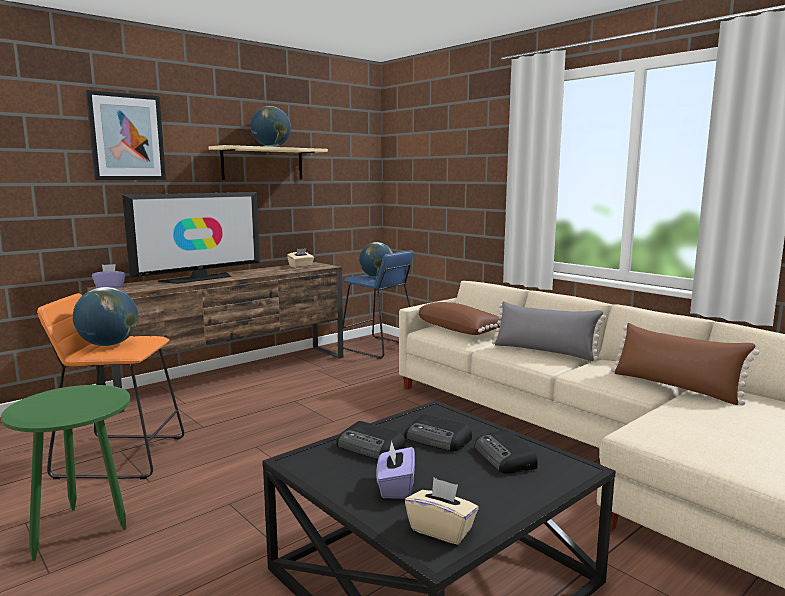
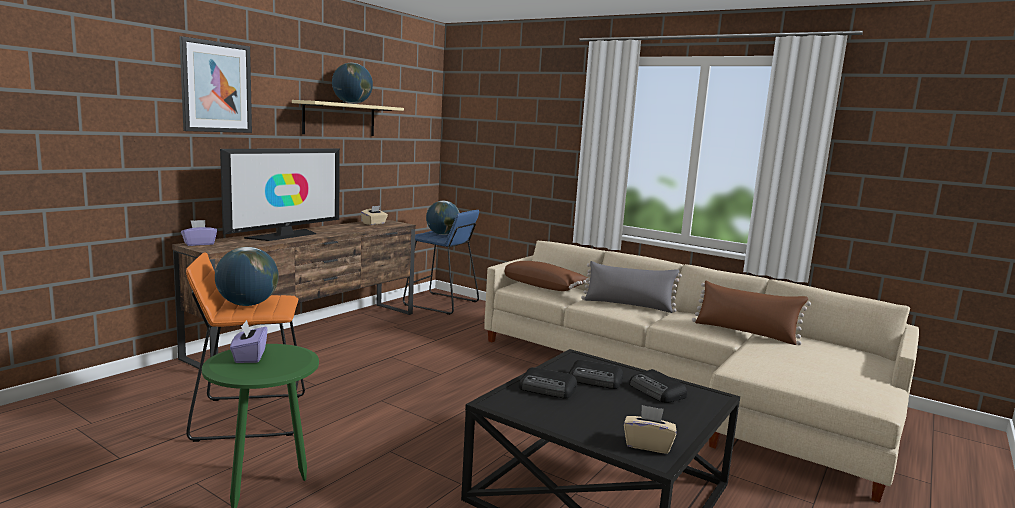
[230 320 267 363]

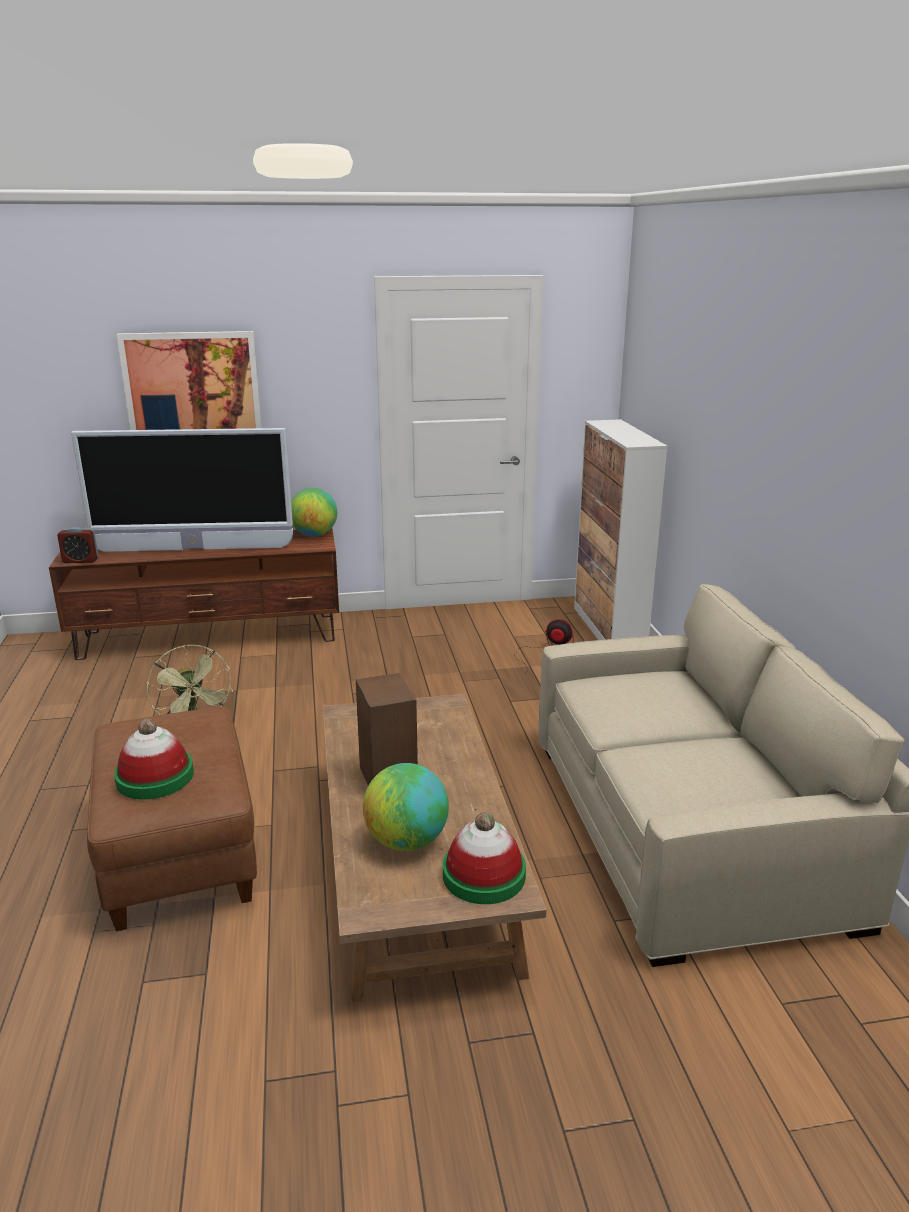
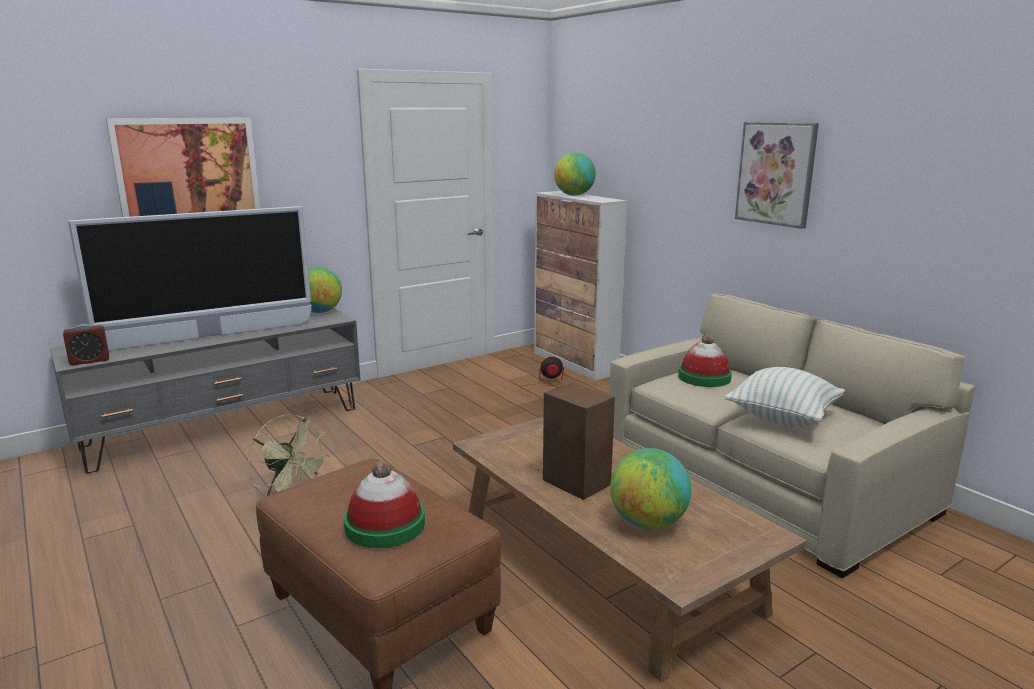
[50 308 361 474]
[678 334 732 387]
[735 122 819 229]
[554 153 596 196]
[725 367 845 427]

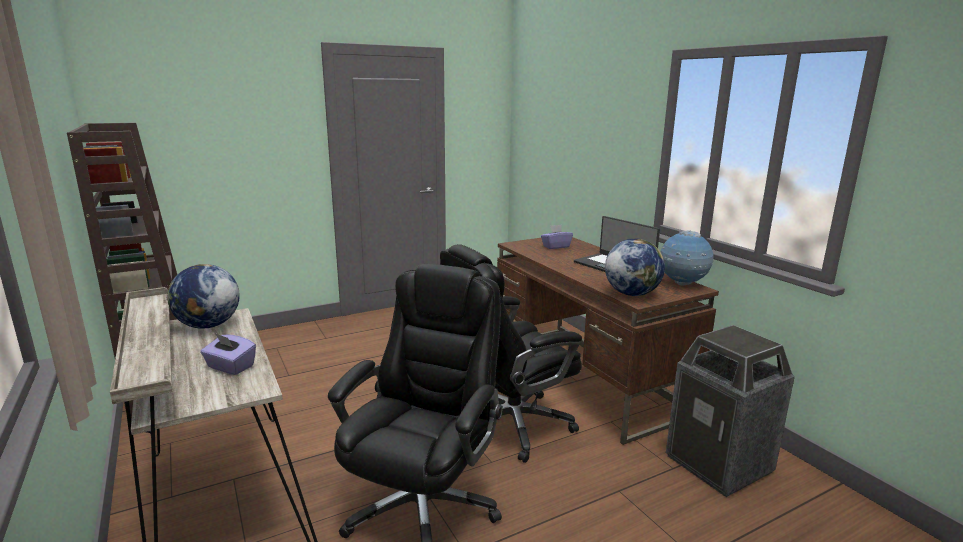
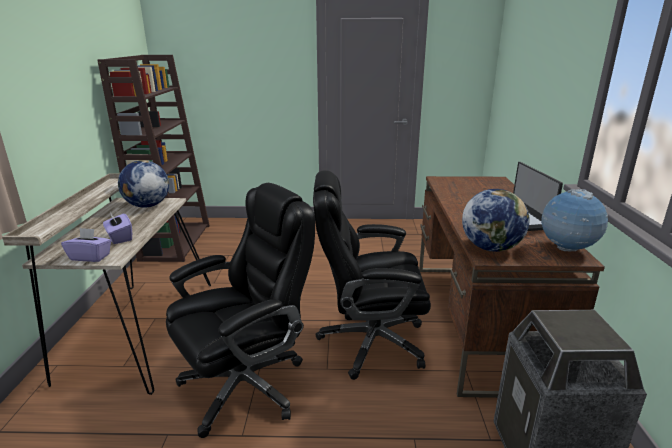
[61 228 112 262]

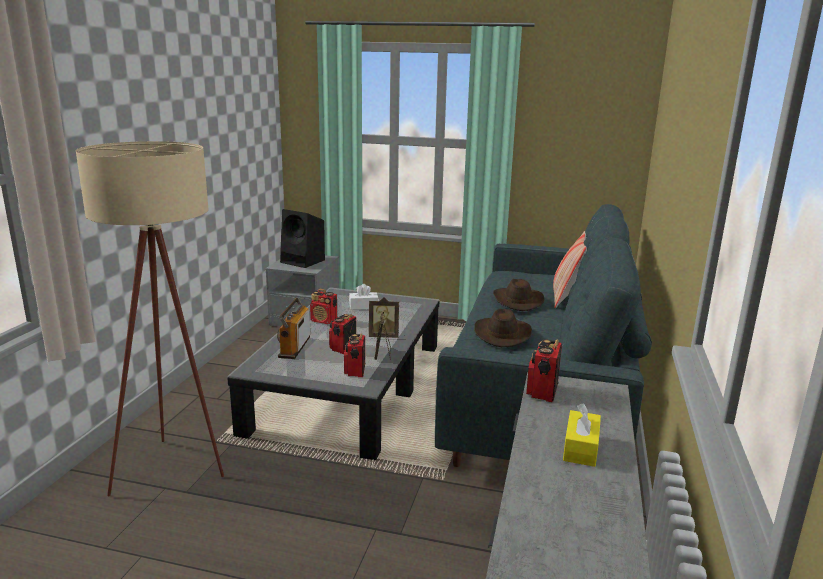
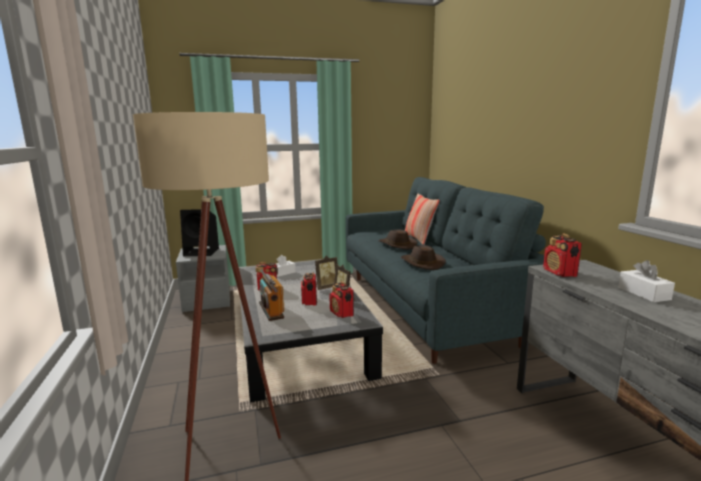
[618 260 675 302]

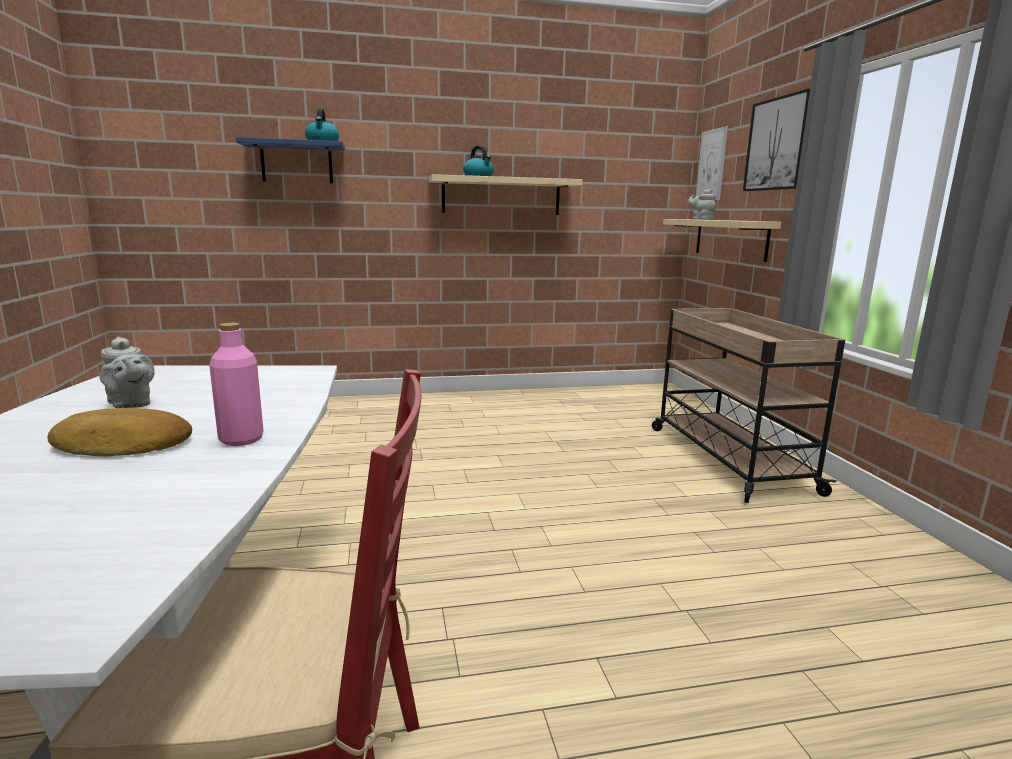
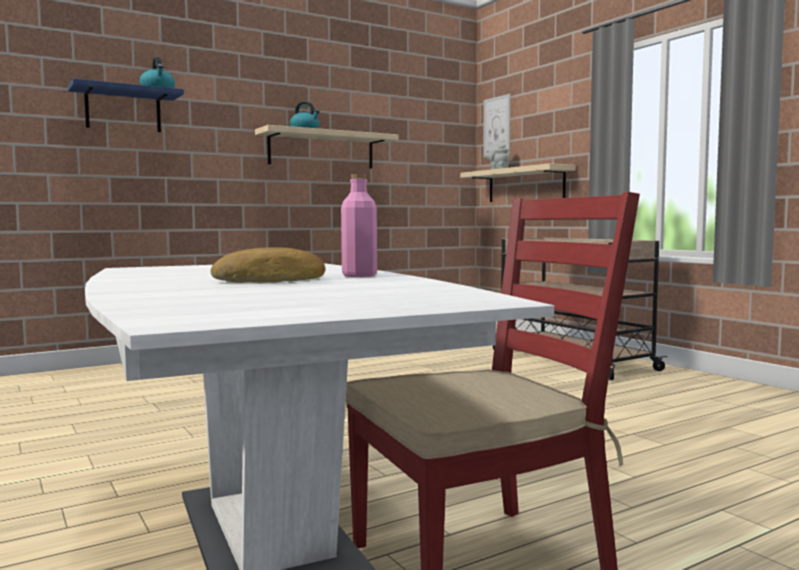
[743 88 810 191] (first image)
[100 337 155 408] (first image)

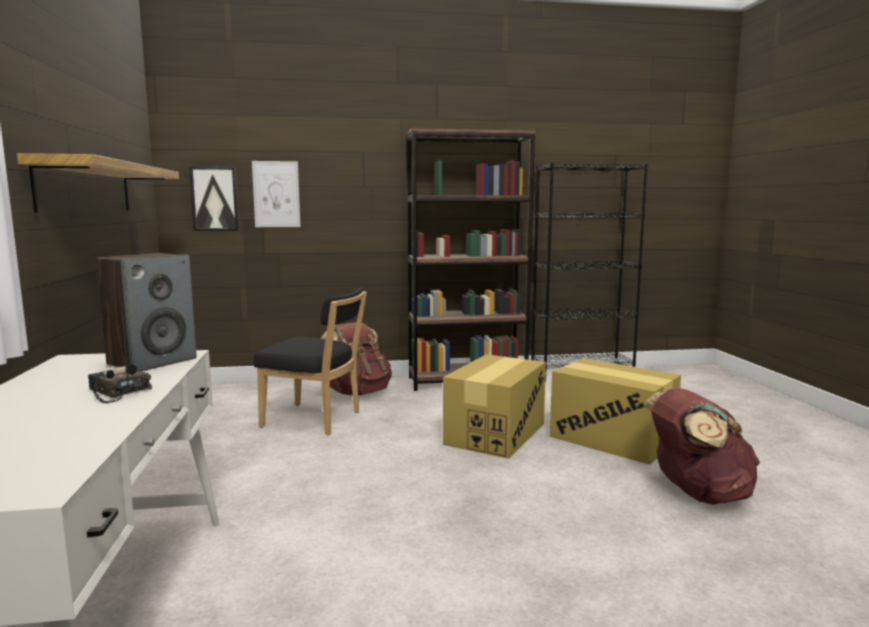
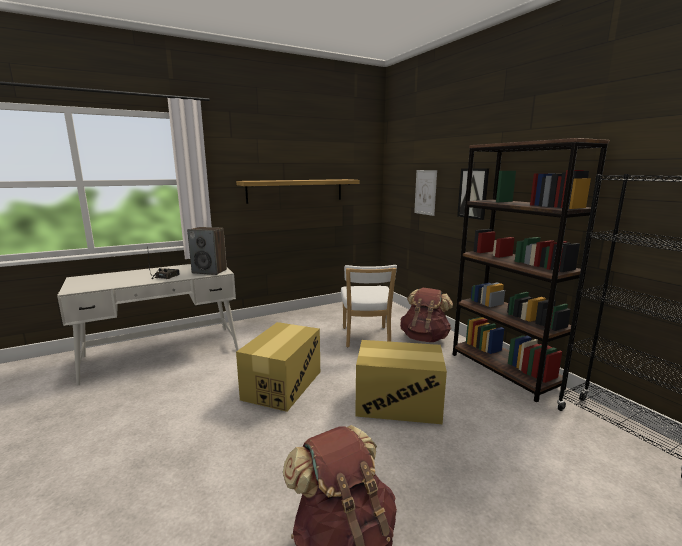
[457 169 489 220]
[341 265 397 347]
[236 322 320 412]

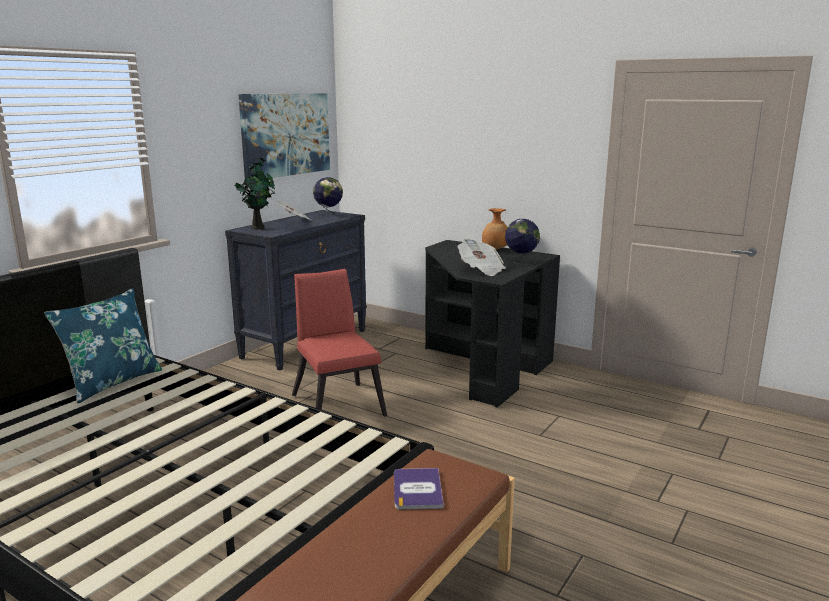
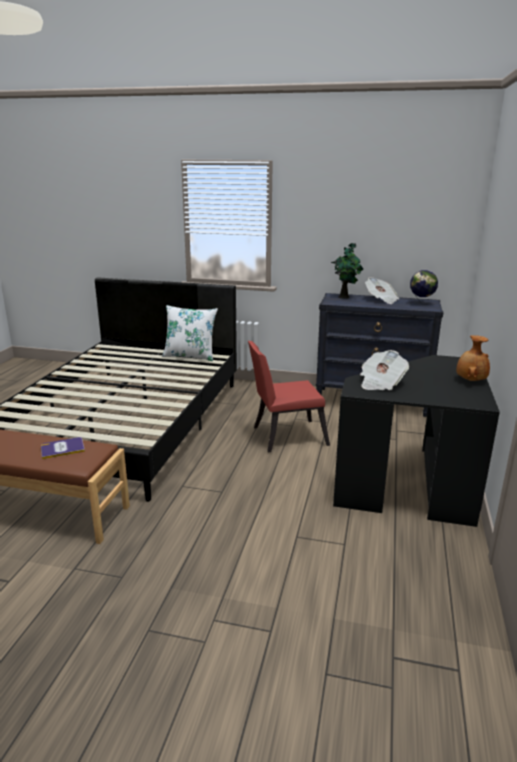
[238 94 330 180] (first image)
[505 219 540 265] (first image)
[248 341 330 452]
[162 305 218 361]

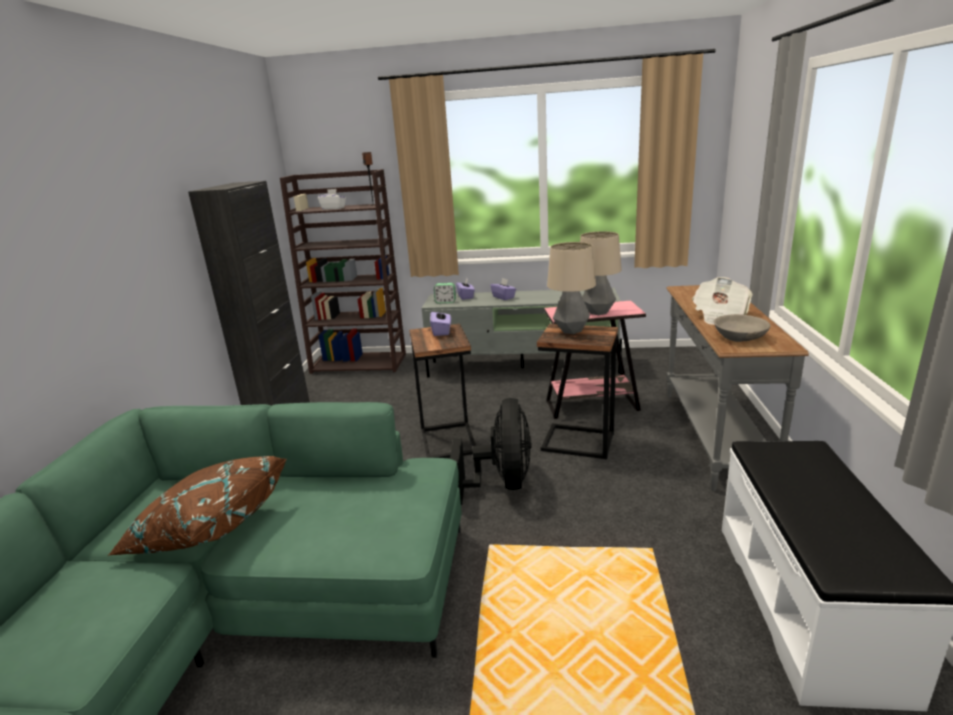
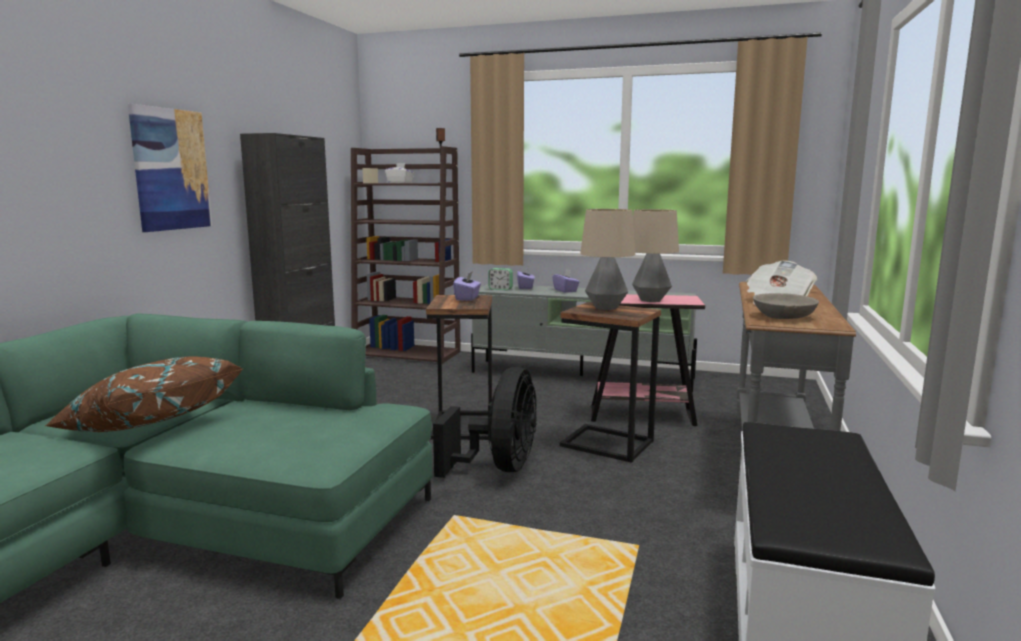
[128 104 212 232]

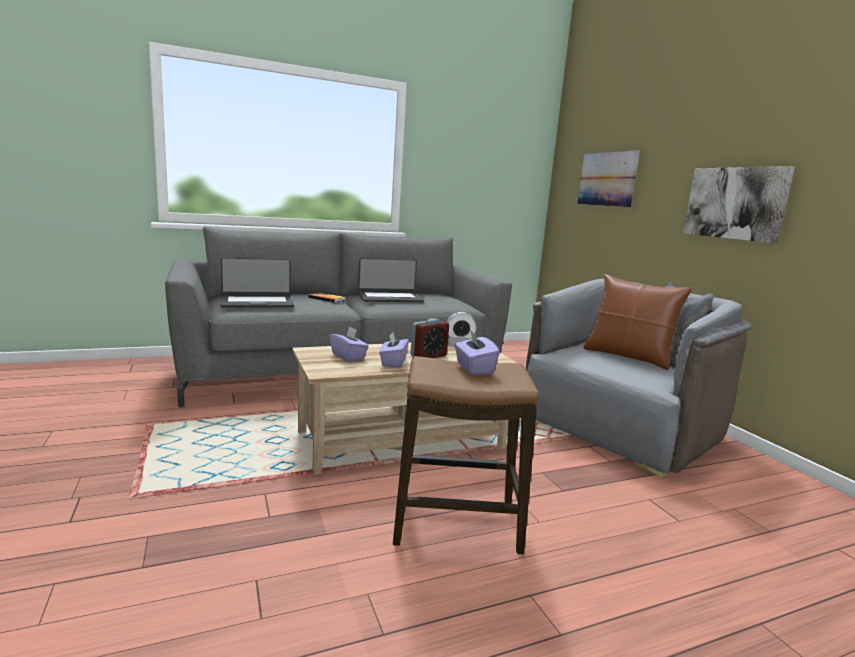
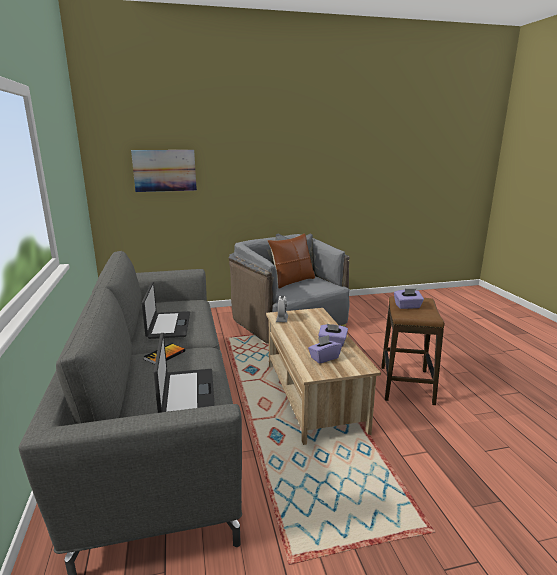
[683 166 795 243] (first image)
[411 318 449 358] (first image)

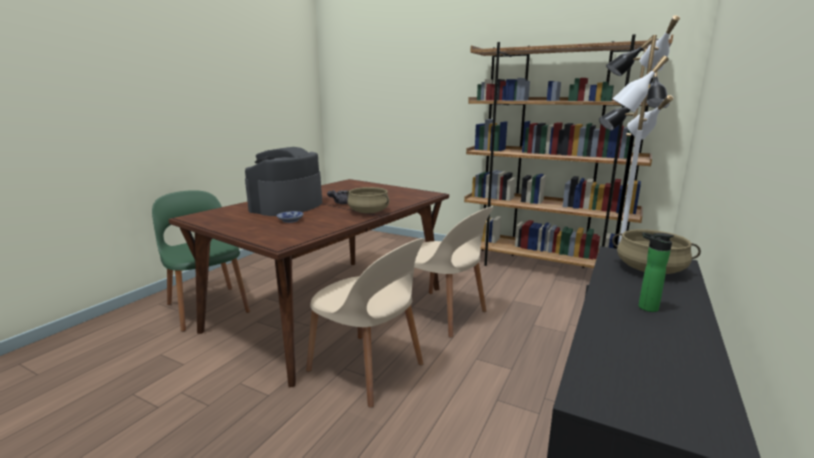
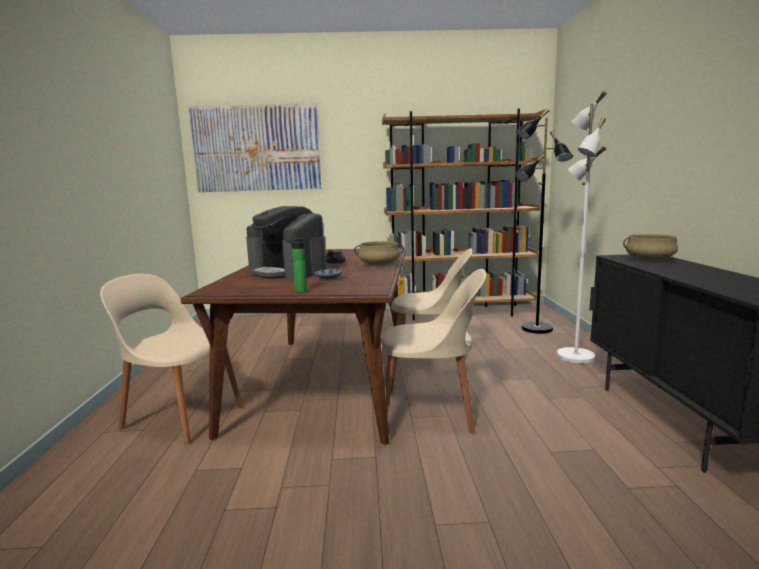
[246 206 326 280]
[100 274 243 445]
[286 238 307 292]
[188 103 321 192]

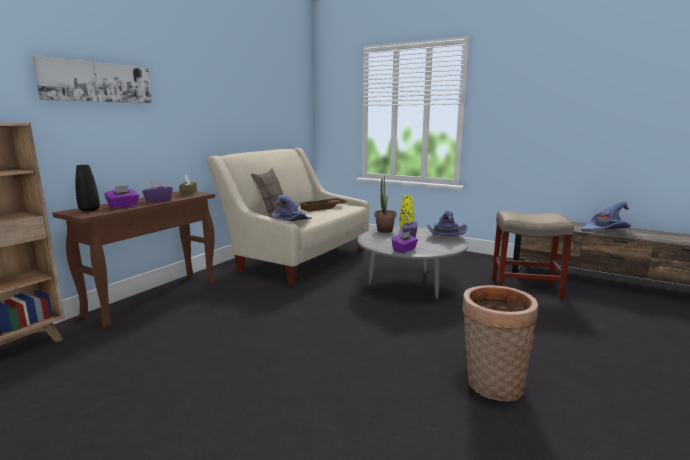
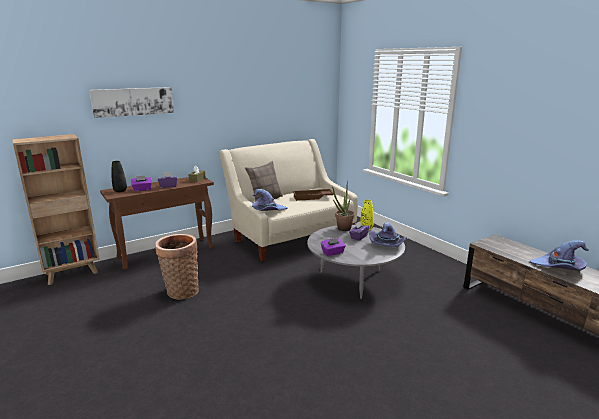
[492 211 574 300] (first image)
[155 234 199 300]

